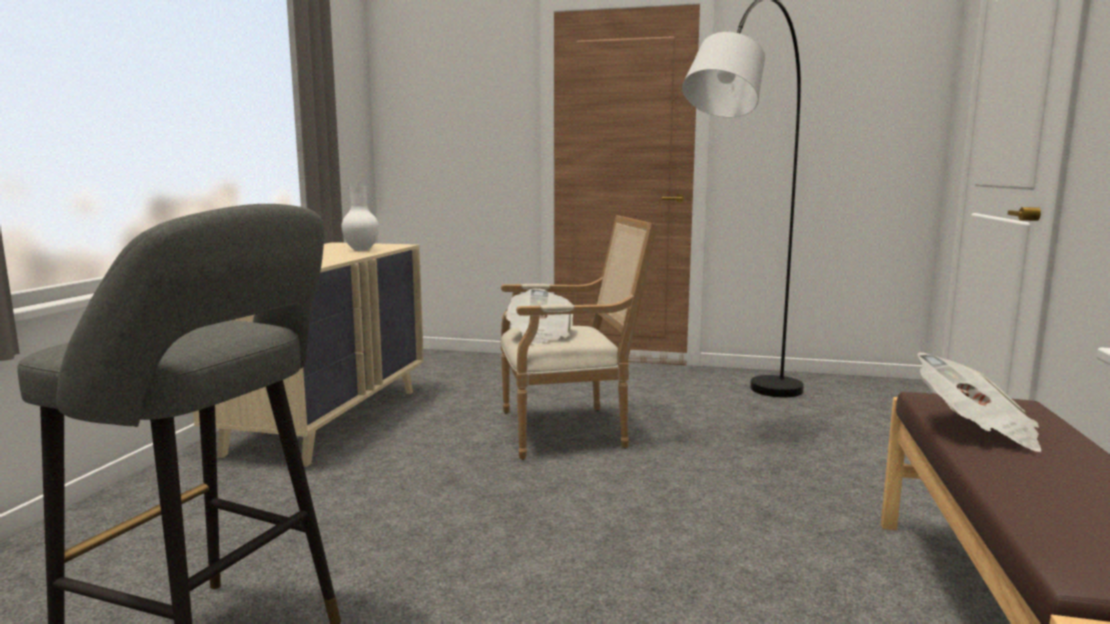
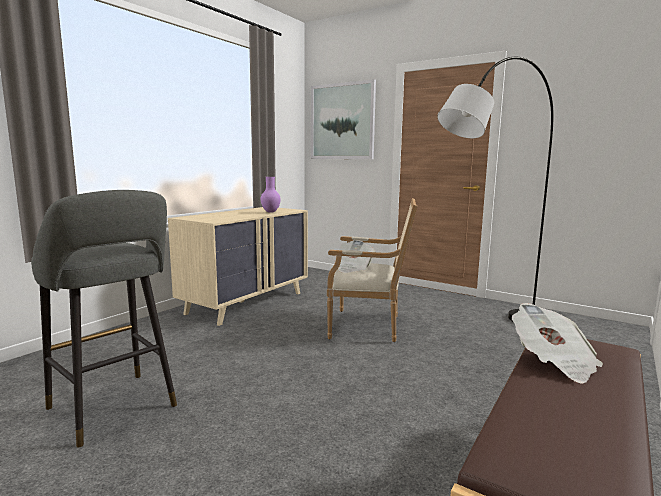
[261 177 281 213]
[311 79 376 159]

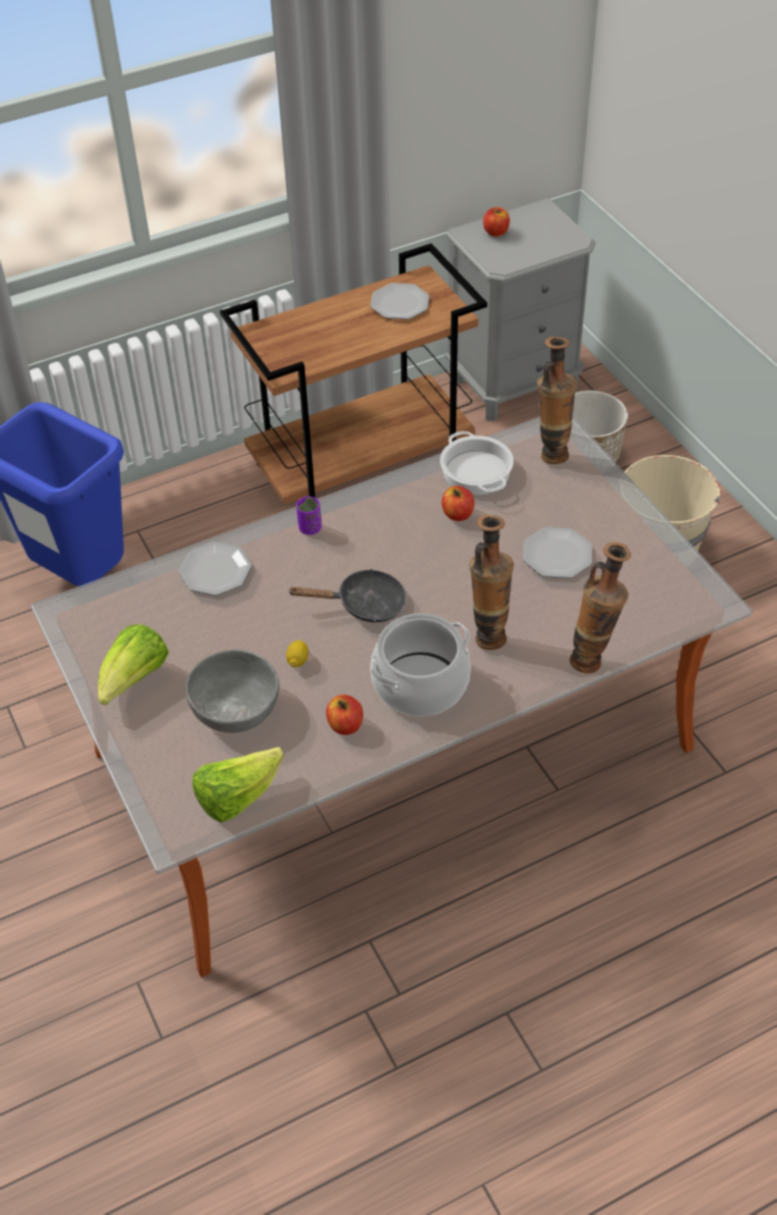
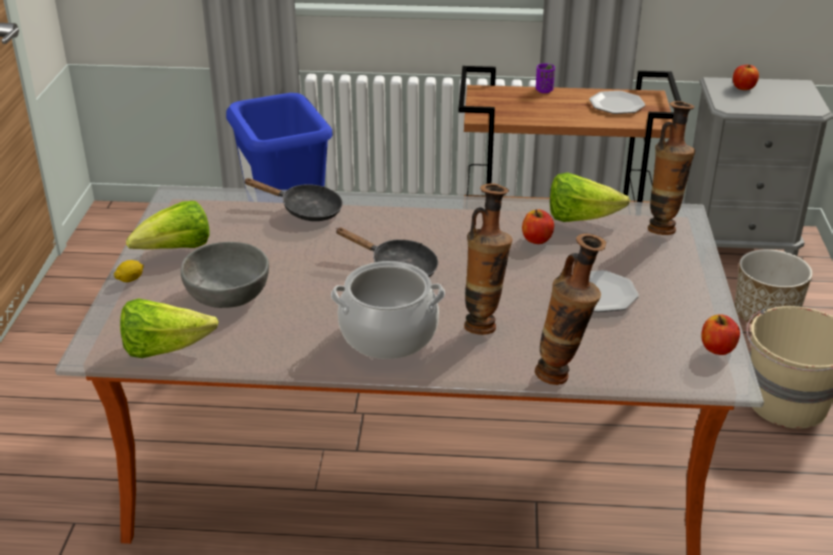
[550 172 630 222]
[536 63 555 93]
[245 178 343 221]
[114 260 144 282]
[701 314 740 355]

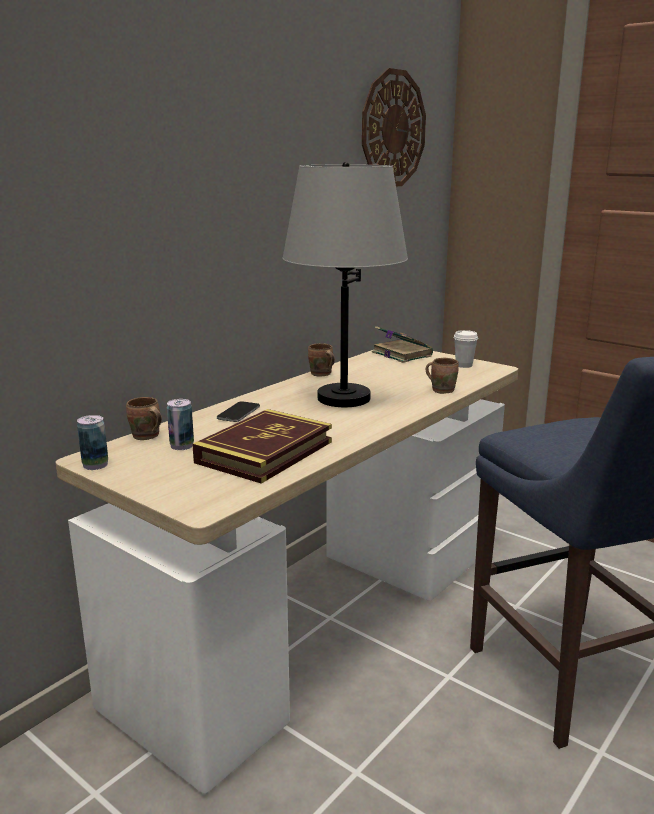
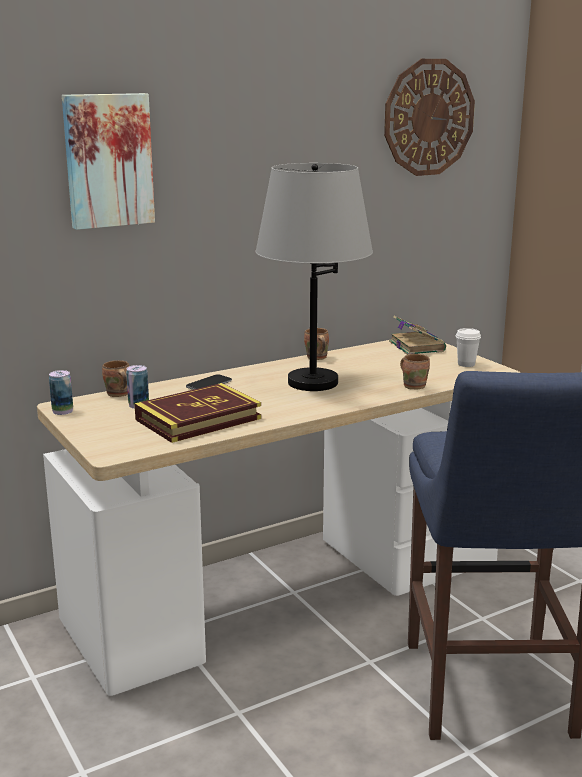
[62 93 155 230]

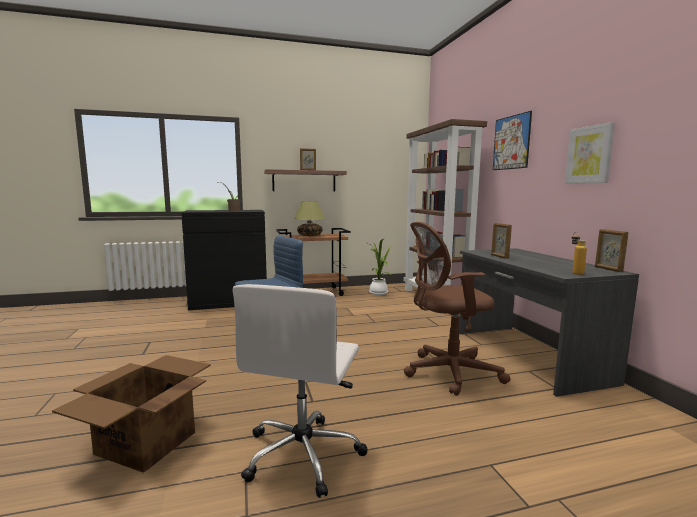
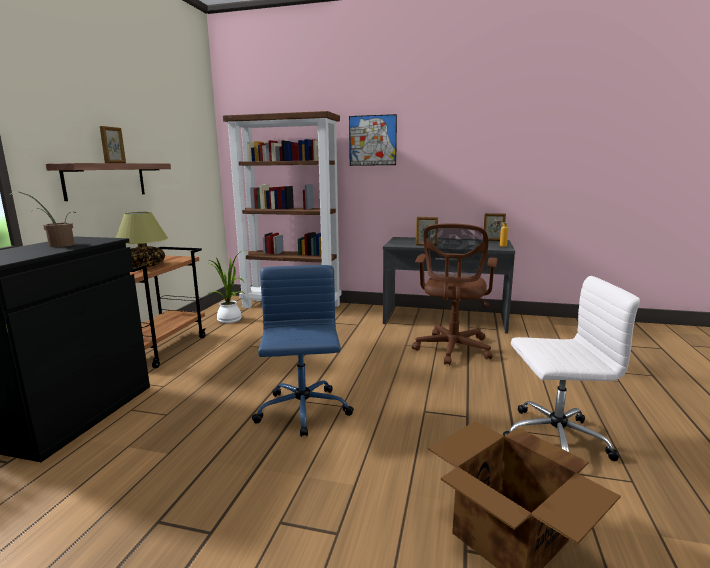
[565 122 615 183] (first image)
[503 276 640 461]

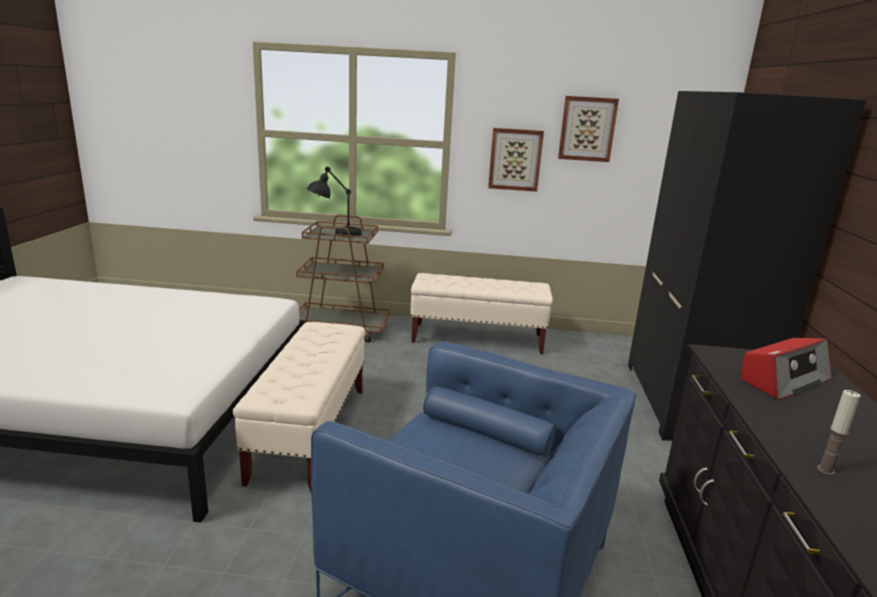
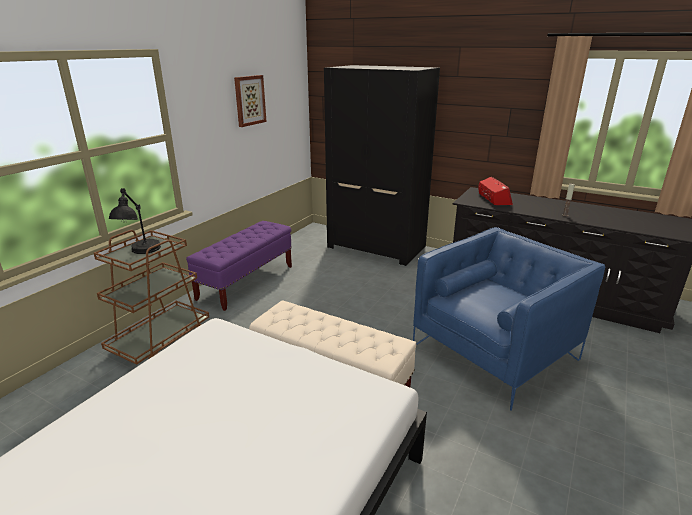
[488 128 544 192] (first image)
[186 221 292 311]

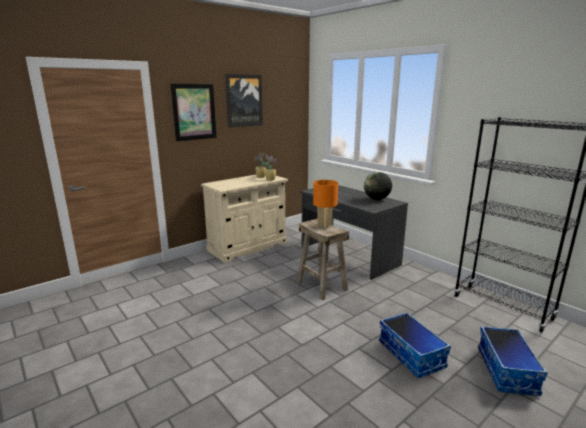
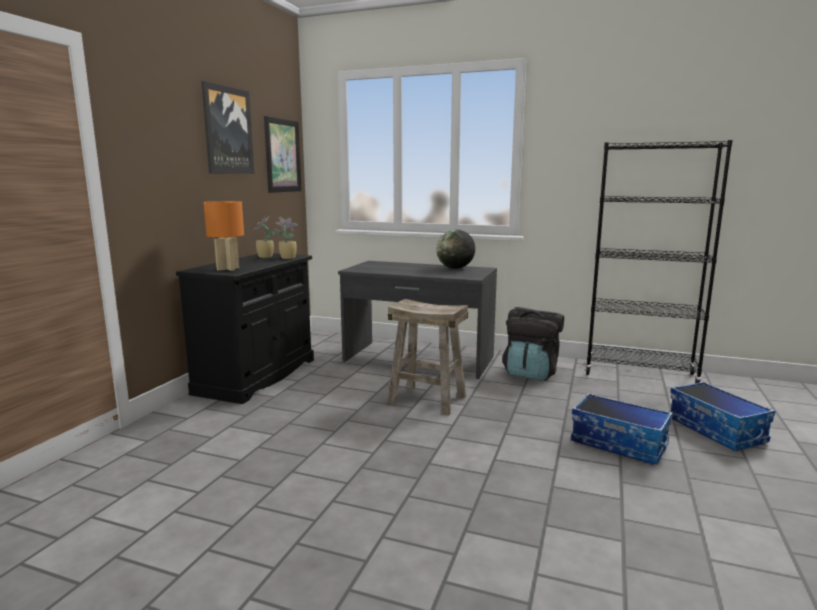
[264 116 302 193]
[176 253 314 404]
[204 201 244 271]
[502 307 564 381]

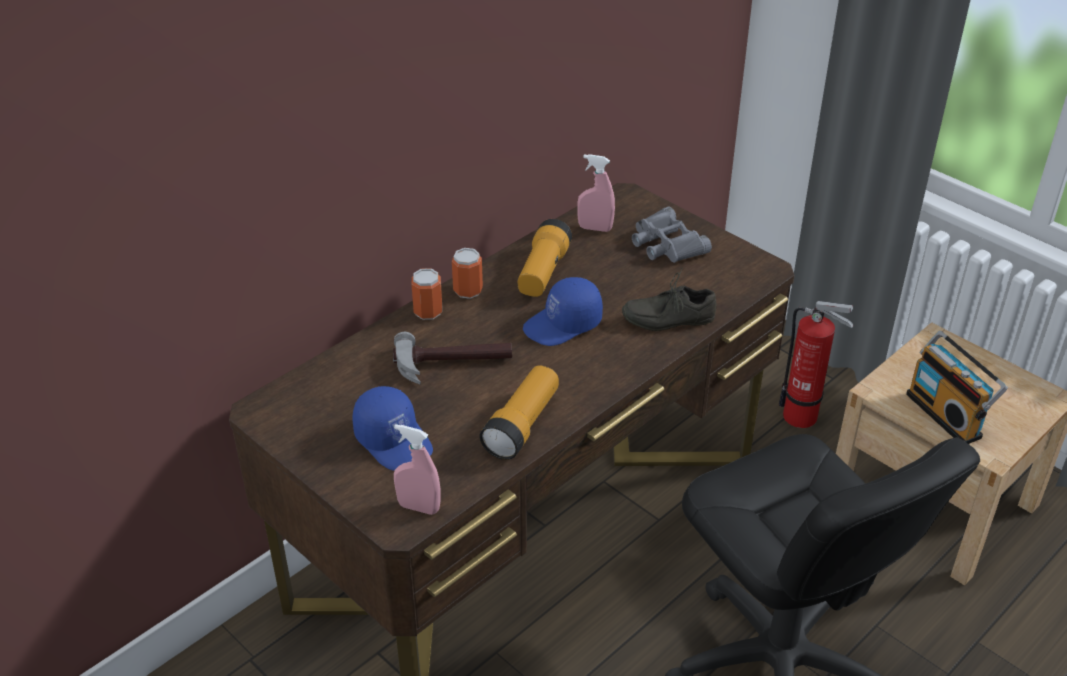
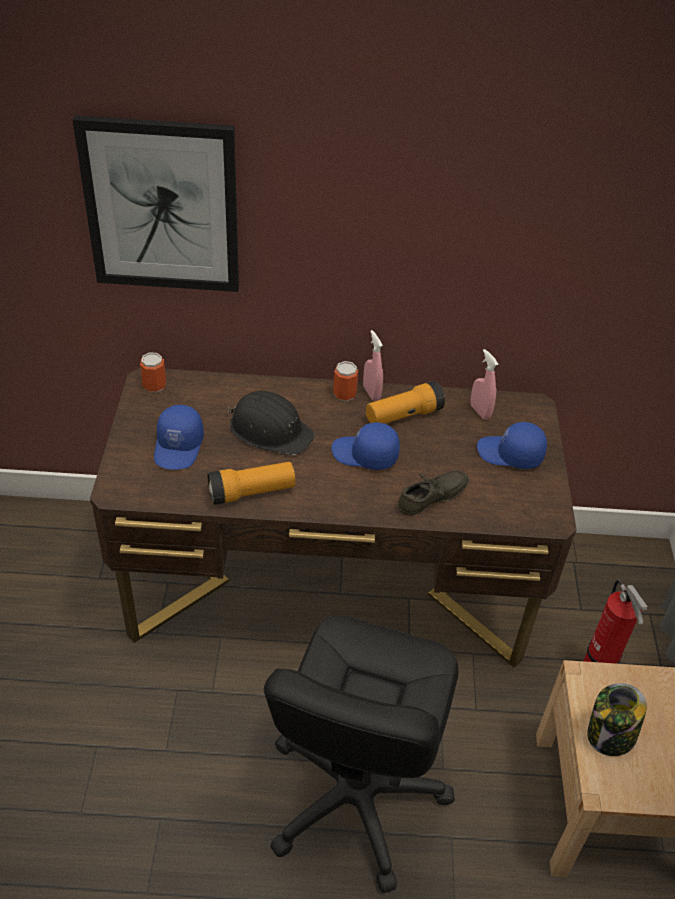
[477 422 547 469]
[140 352 166 392]
[398 470 469 516]
[587 683 647 756]
[228 391 315 455]
[363 330 383 401]
[73 115 239 292]

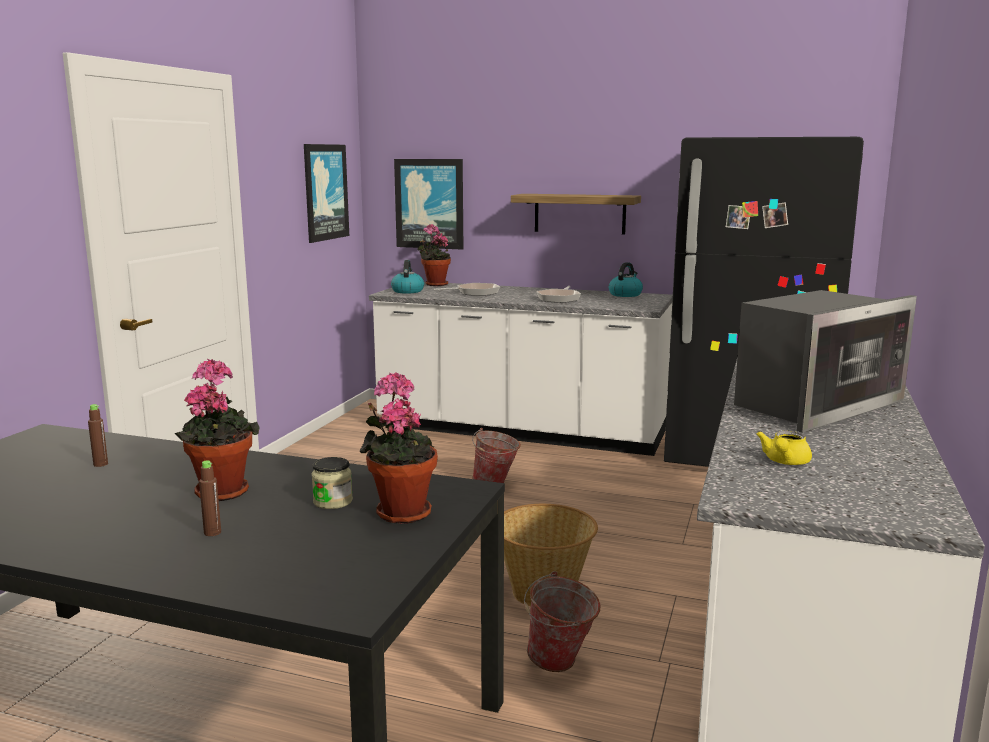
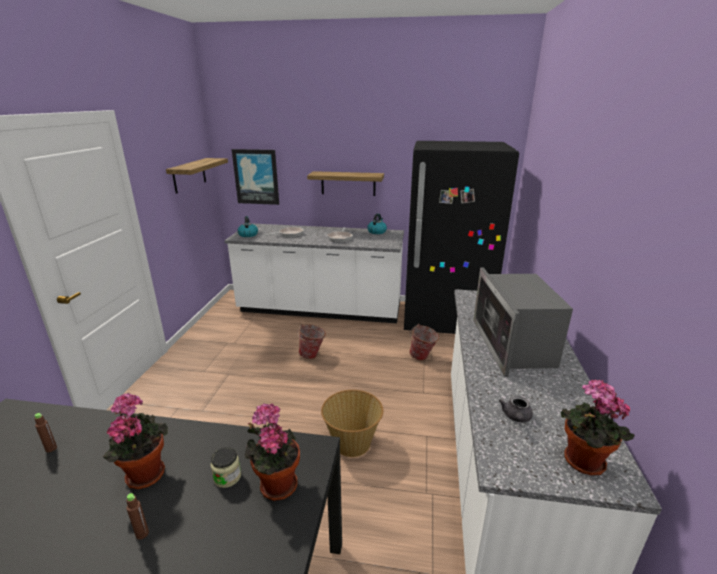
[166 158 228 194]
[560 380 634 476]
[473 267 573 377]
[499 396 533 423]
[409 324 439 361]

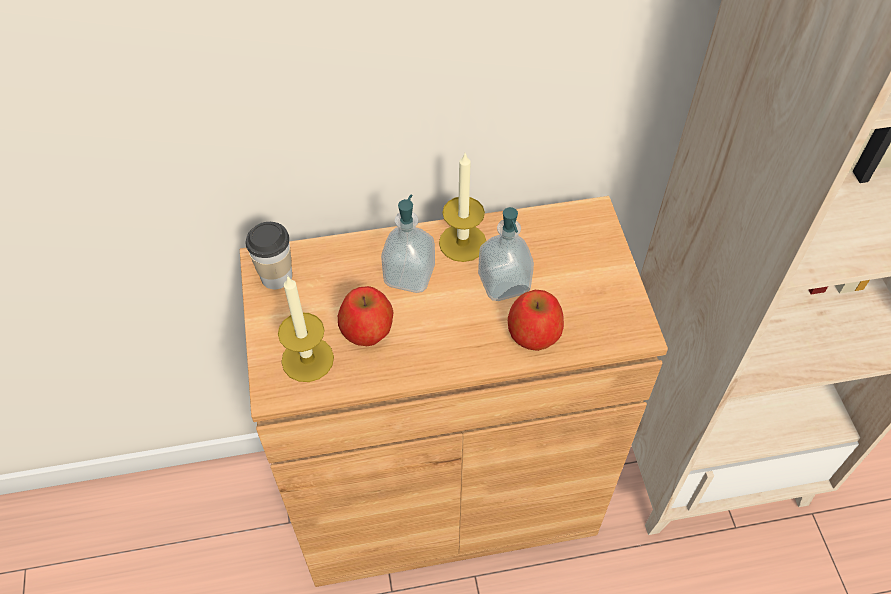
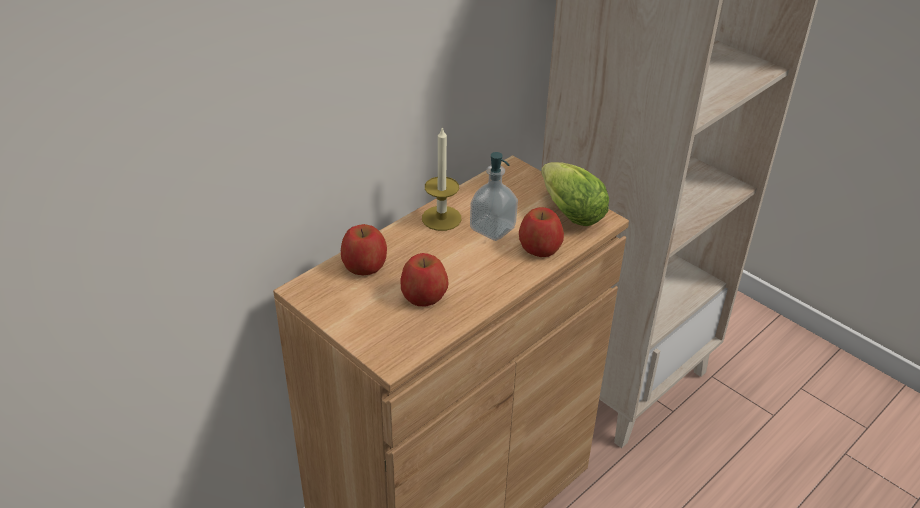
[381 194 435 293] (first image)
[246 222 292 289] (first image)
[278 275 334 382] (first image)
[541 162 609 226]
[341 224 387 275]

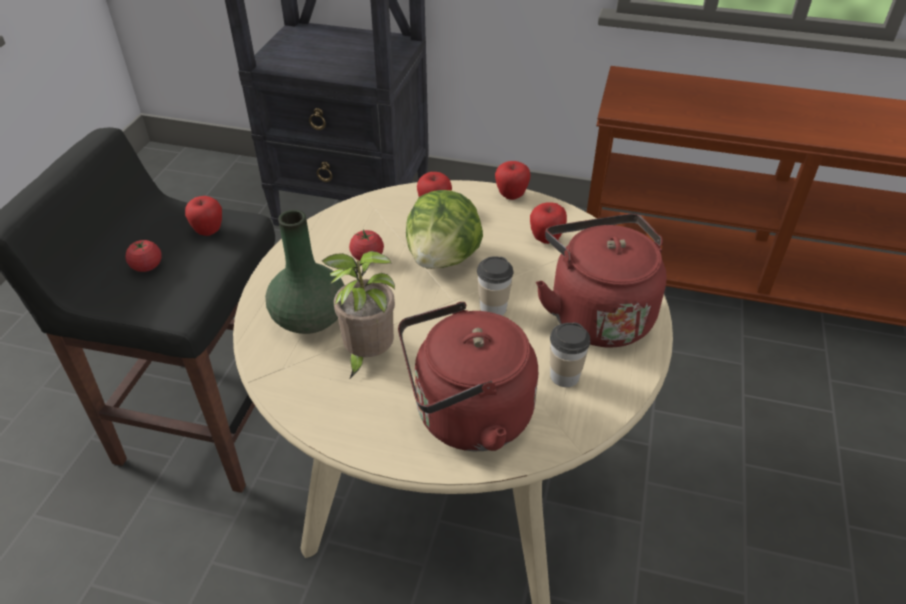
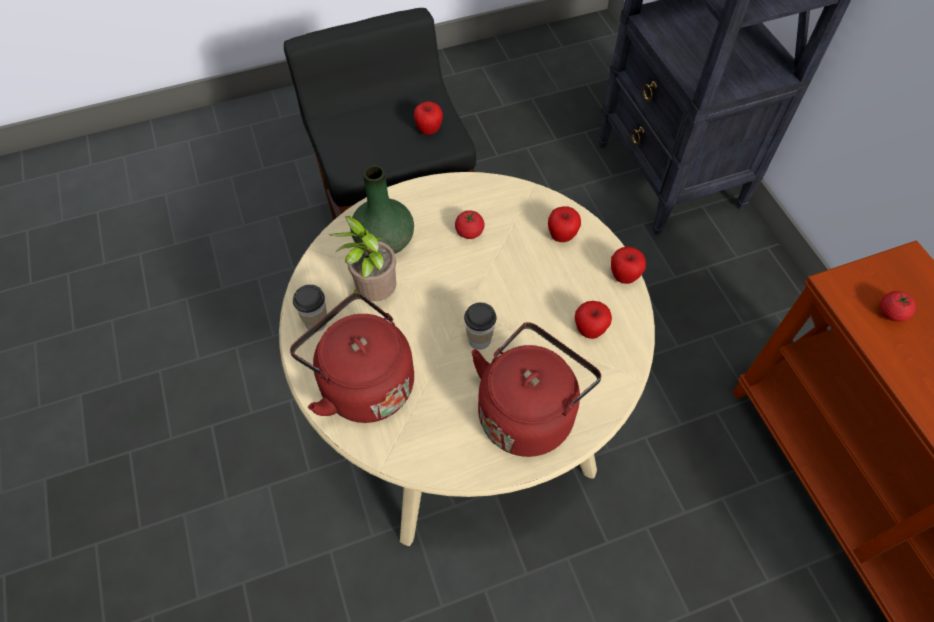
[406 190 483 269] (first image)
[880 291 916 322]
[293 284 327 332]

